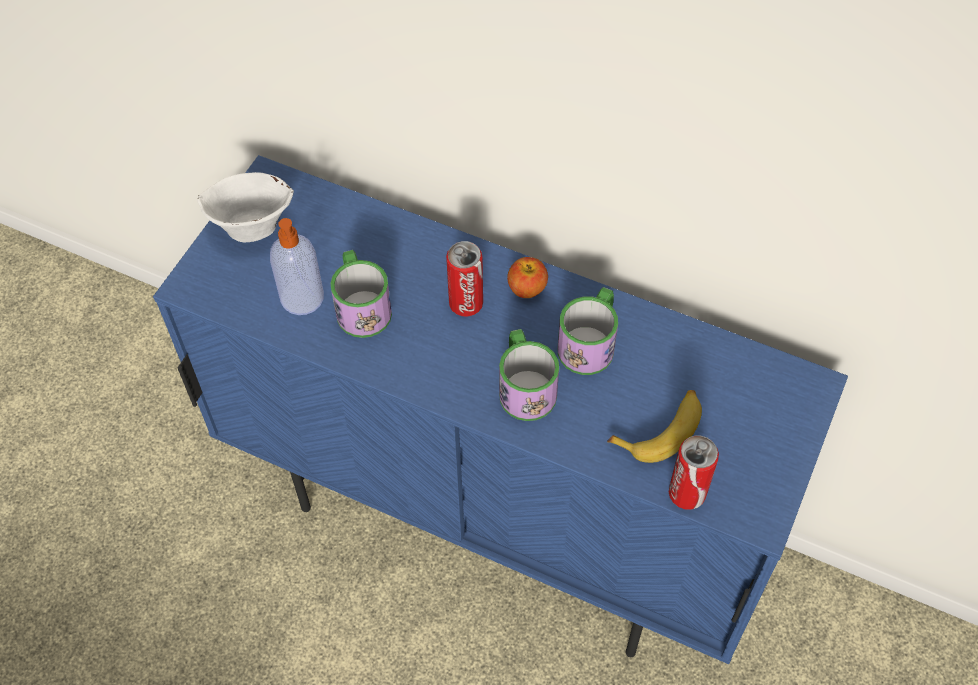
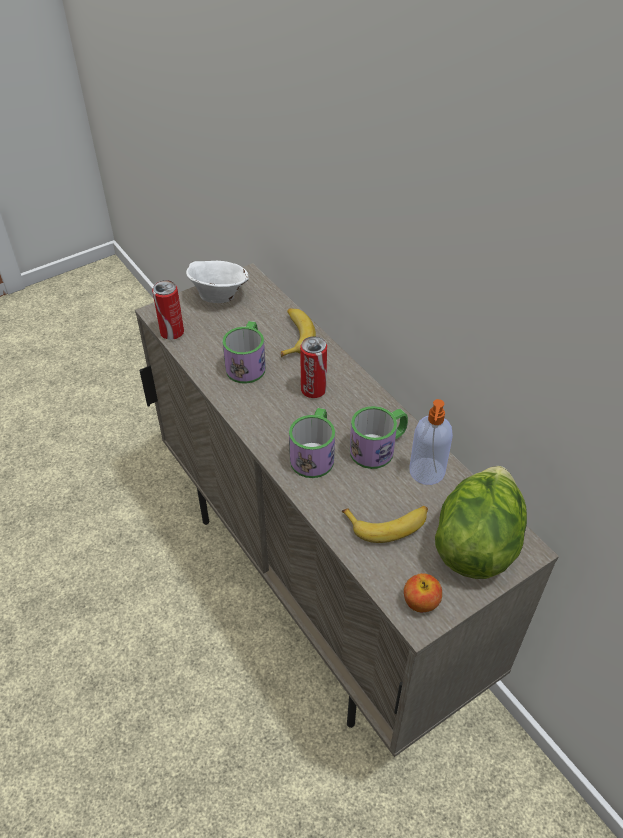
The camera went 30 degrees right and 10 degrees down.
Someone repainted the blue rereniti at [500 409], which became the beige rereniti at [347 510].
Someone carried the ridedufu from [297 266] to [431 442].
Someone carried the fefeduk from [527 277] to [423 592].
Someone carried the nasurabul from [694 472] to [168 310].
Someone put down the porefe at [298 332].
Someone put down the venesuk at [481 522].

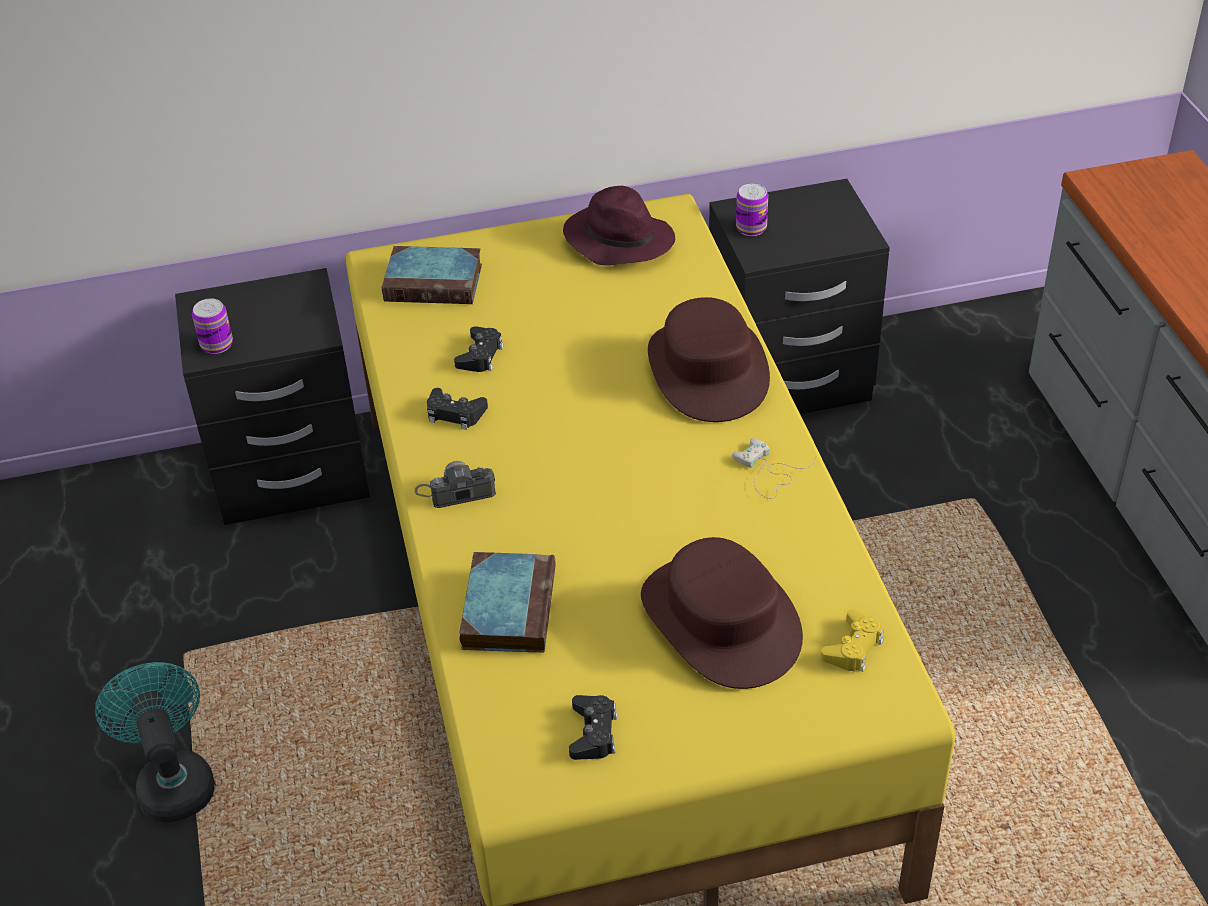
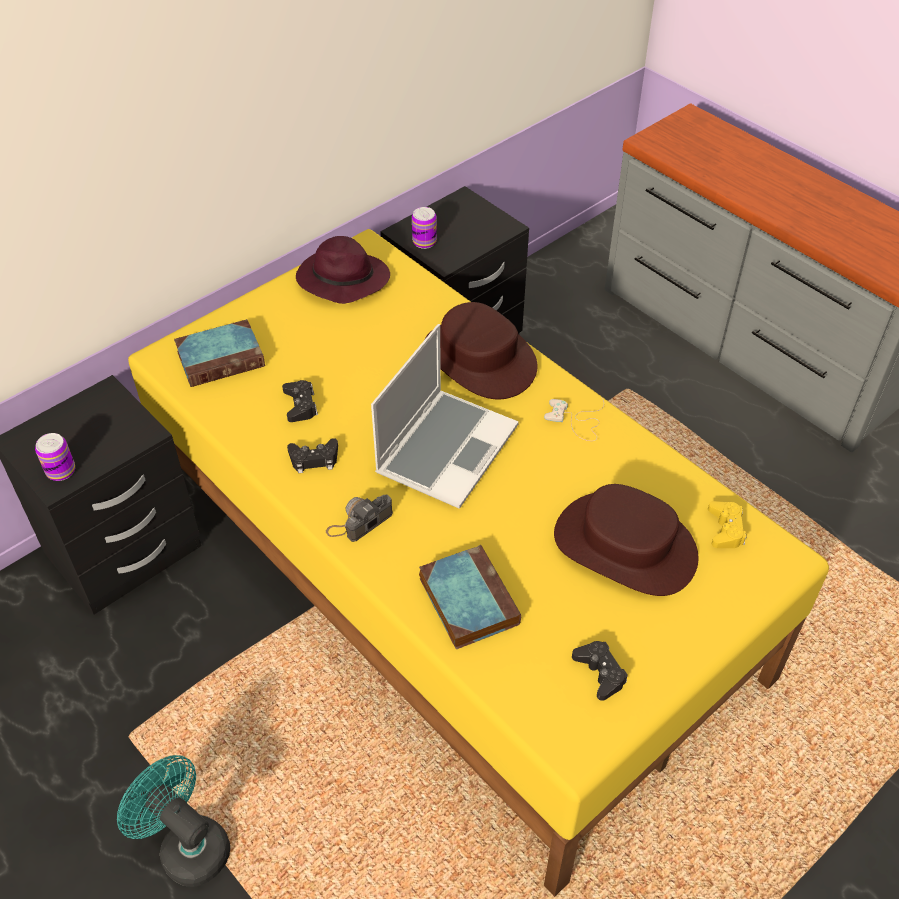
The camera went 30 degrees left and 5 degrees up.
Someone put down the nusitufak at [445 416].

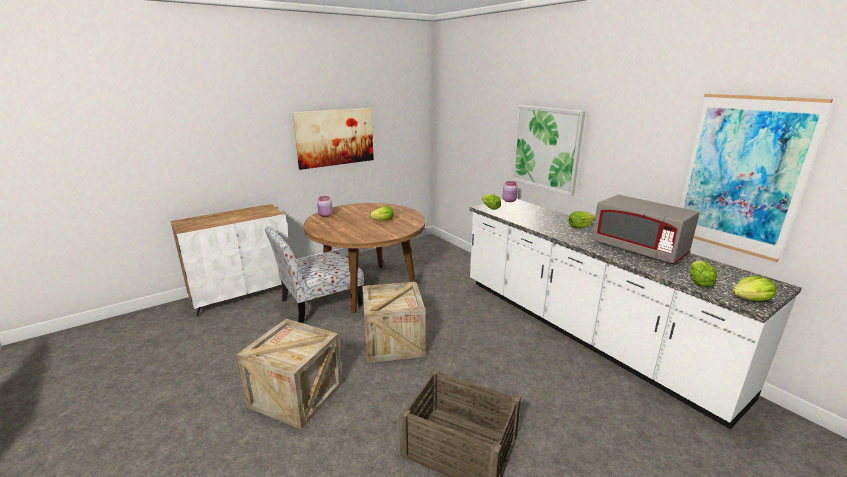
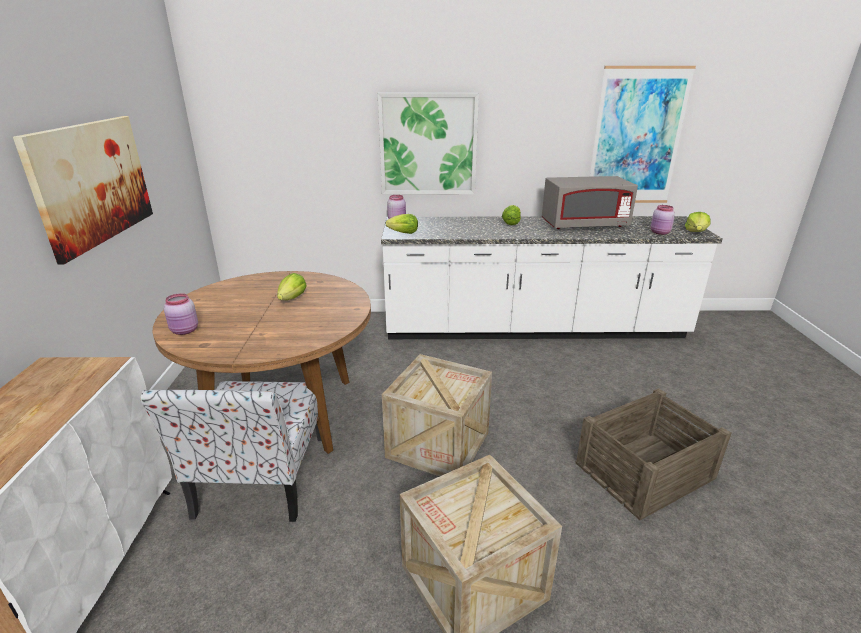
The camera went 55 degrees left and 5 degrees up.
Someone swapped the venesuk at [703 273] for the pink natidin at [663 220].

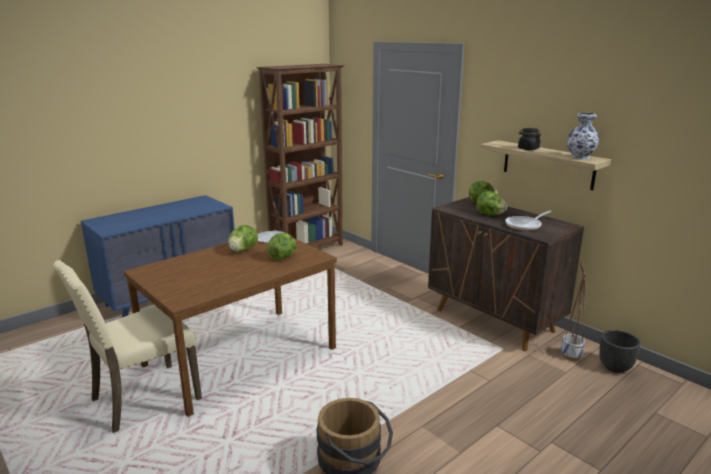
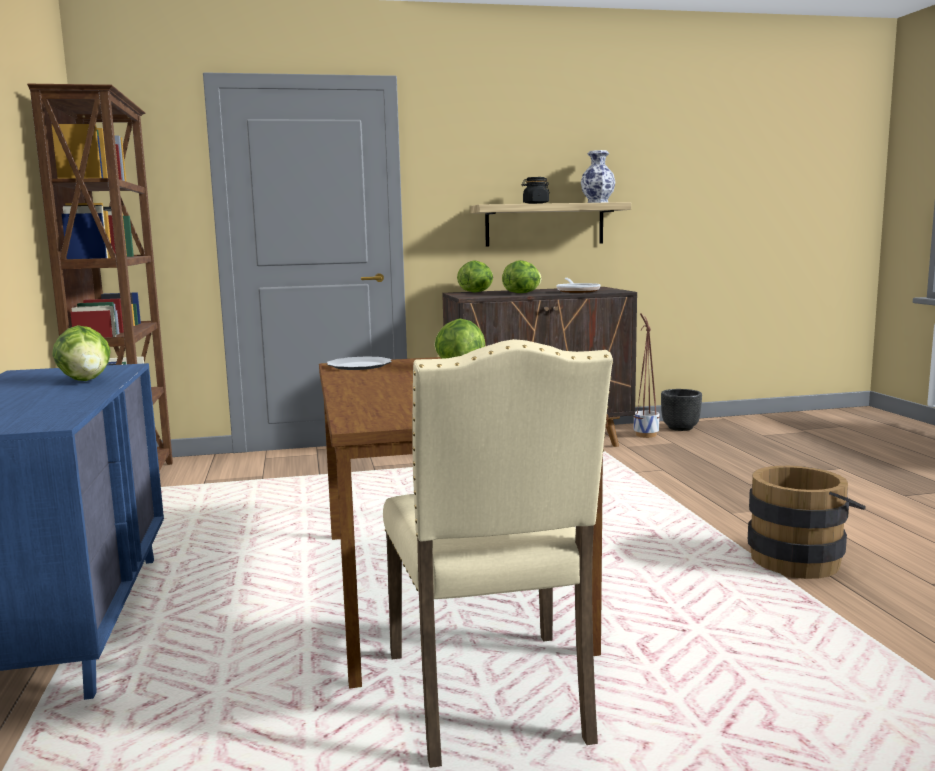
The camera went 60 degrees left and 10 degrees down.
Someone carried the venesuk from [243 238] to [81 353].

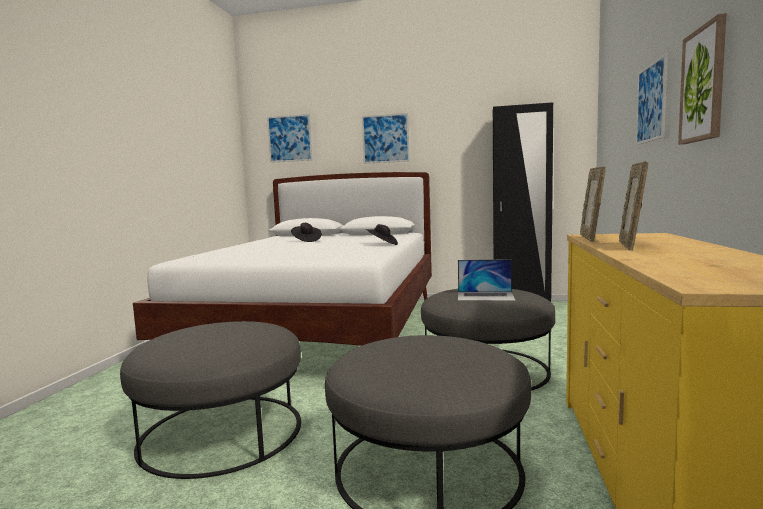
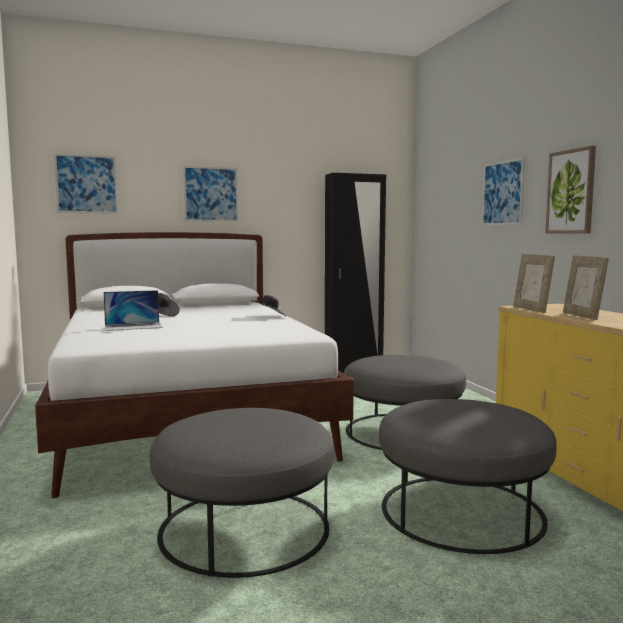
The camera went 30 degrees left and 0 degrees up.
Someone carried the nusitufak from [487 280] to [133 310].

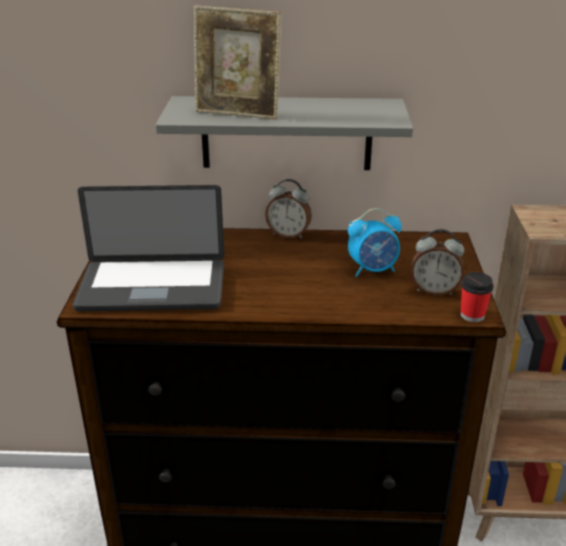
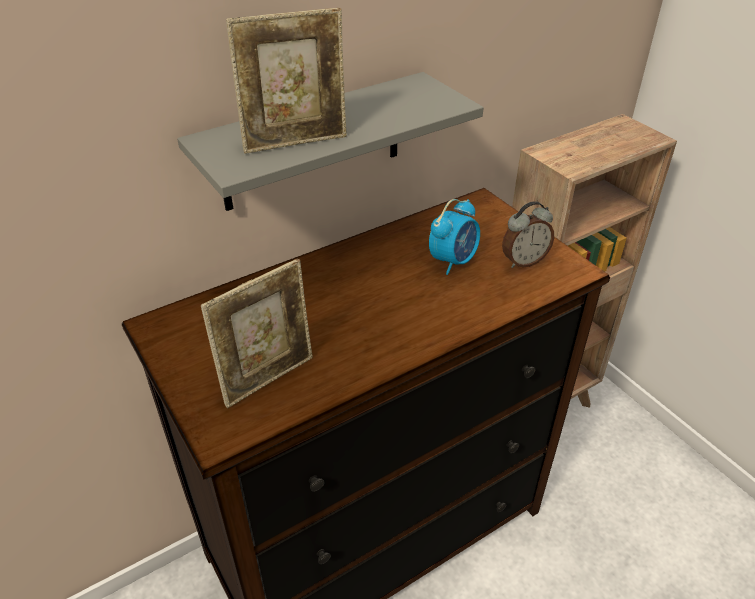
The camera went 35 degrees left and 10 degrees up.
Someone took away the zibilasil at [288 208].
Someone swapped the nusitufak at [148 248] for the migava at [257 333].
Someone took away the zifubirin at [477 297].

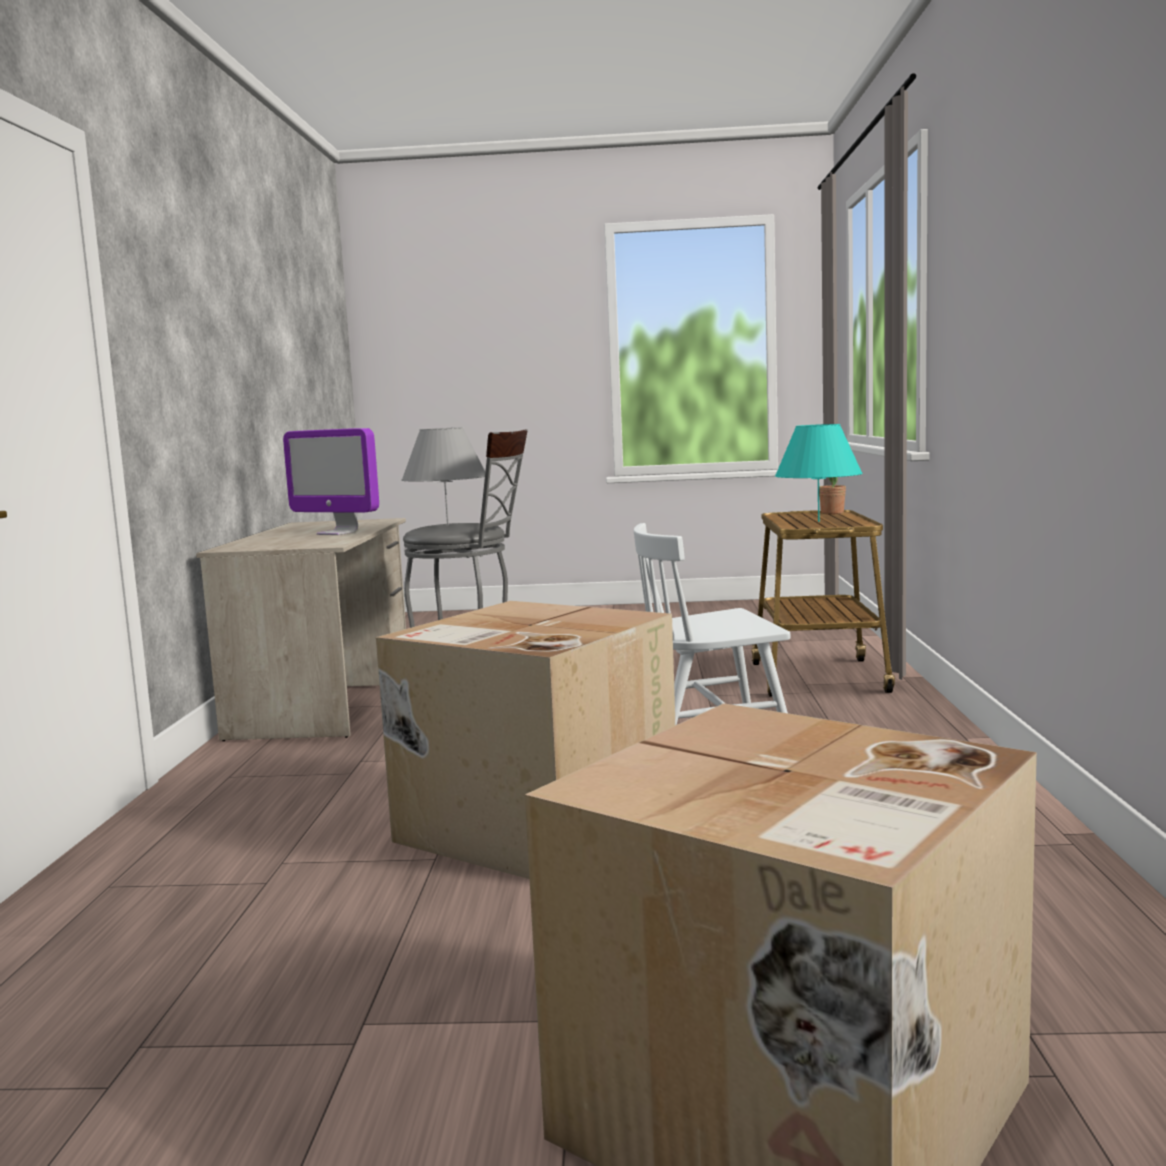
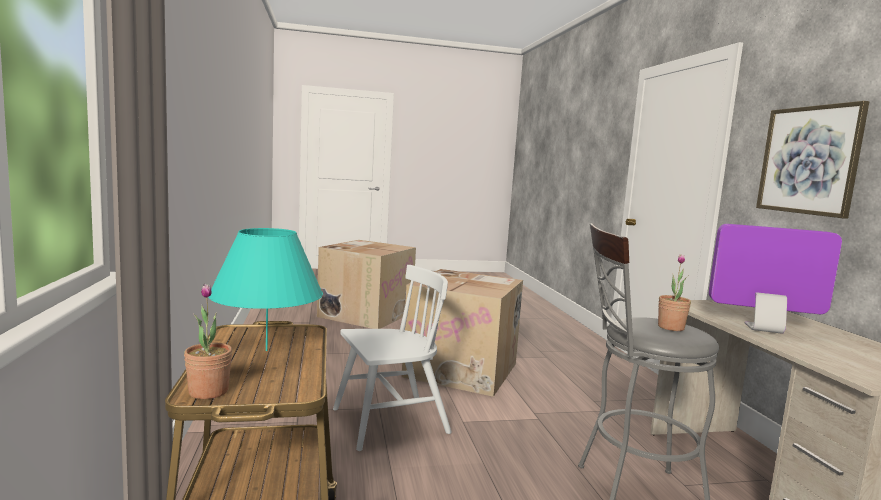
The camera went 165 degrees right and 0 degrees up.
Someone swapped the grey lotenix at [443 476] for the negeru at [674 292].
Someone put up the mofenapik at [812 160].

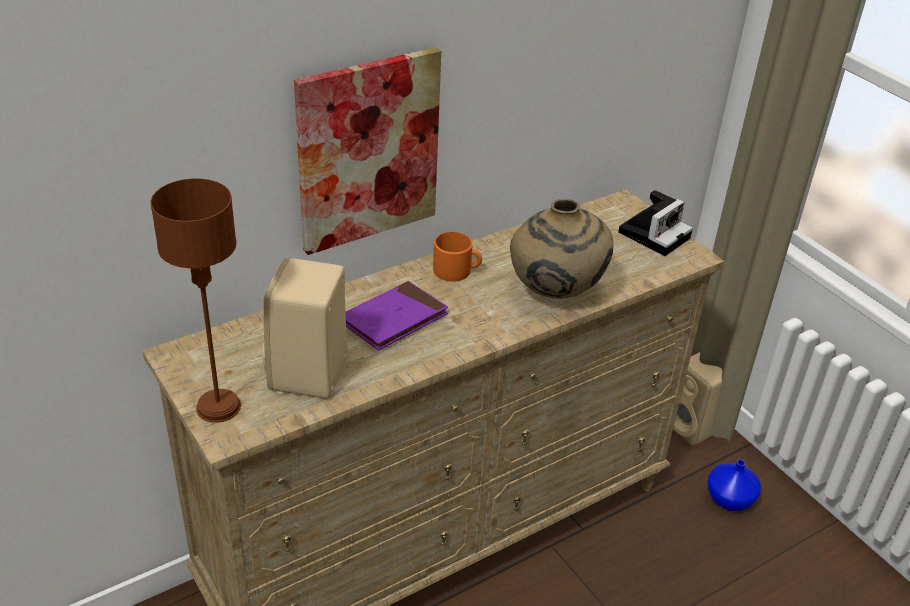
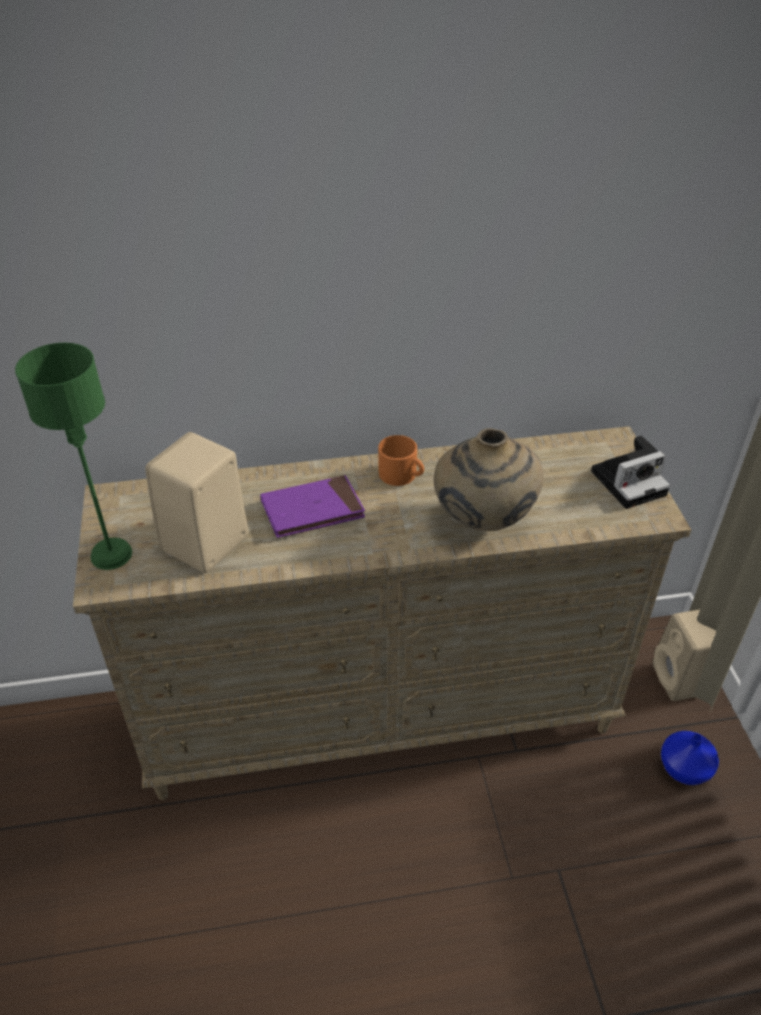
The camera went 25 degrees right and 5 degrees up.
Someone took away the mofenapik at [367 151].
Someone repainted the brown lotenix at [195 301], which became the green lotenix at [73 456].

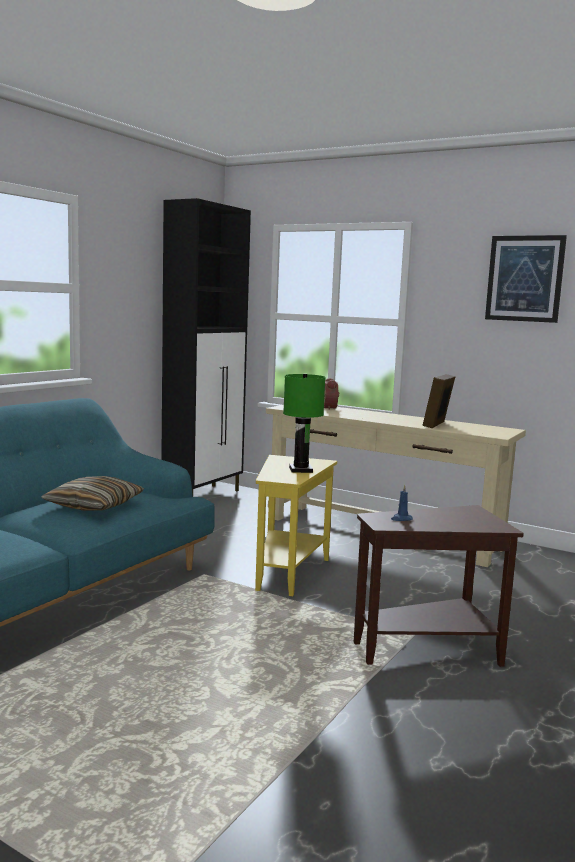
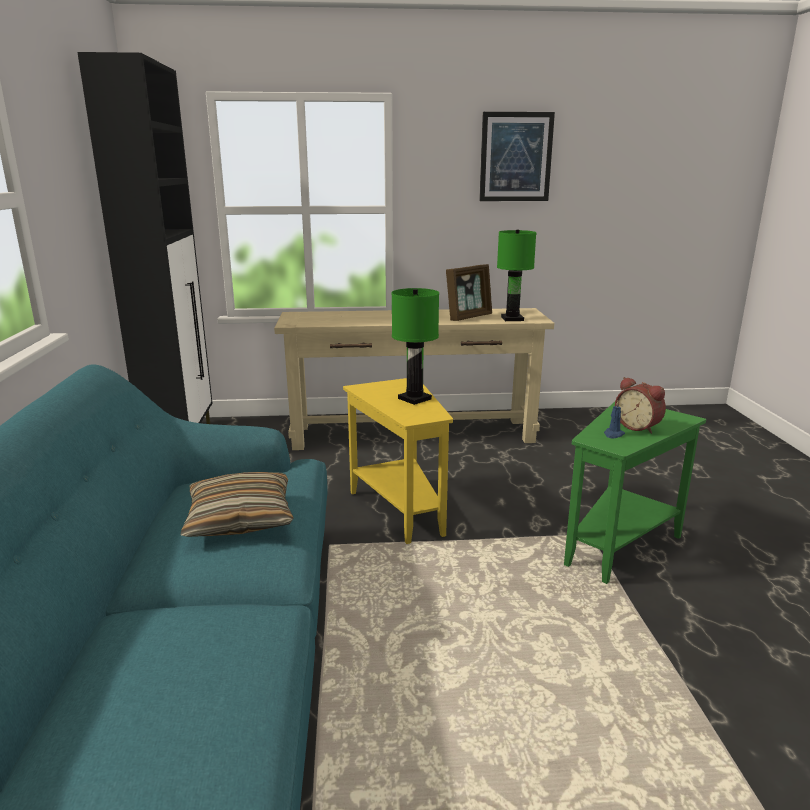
The camera went 35 degrees left and 10 degrees up.
Someone rotated the migava at [439 401] by 120 degrees counterclockwise.
Someone carried the zibilasil from [332 394] to [640 405].
Someone repainted the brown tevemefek at [439 586], which became the green tevemefek at [635 493].
Someone put down the green lotenix at [516 275].

